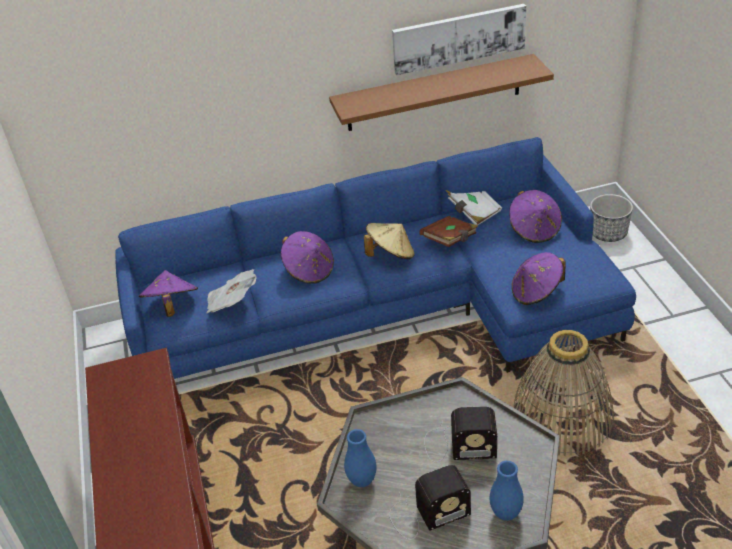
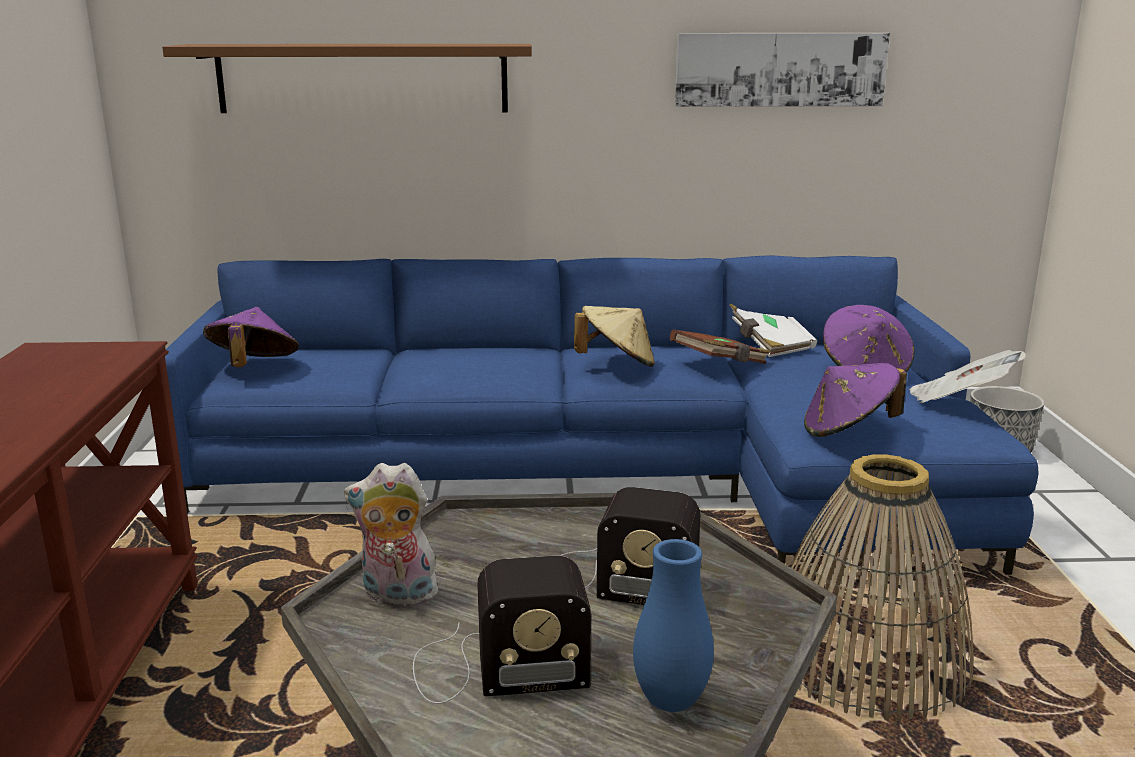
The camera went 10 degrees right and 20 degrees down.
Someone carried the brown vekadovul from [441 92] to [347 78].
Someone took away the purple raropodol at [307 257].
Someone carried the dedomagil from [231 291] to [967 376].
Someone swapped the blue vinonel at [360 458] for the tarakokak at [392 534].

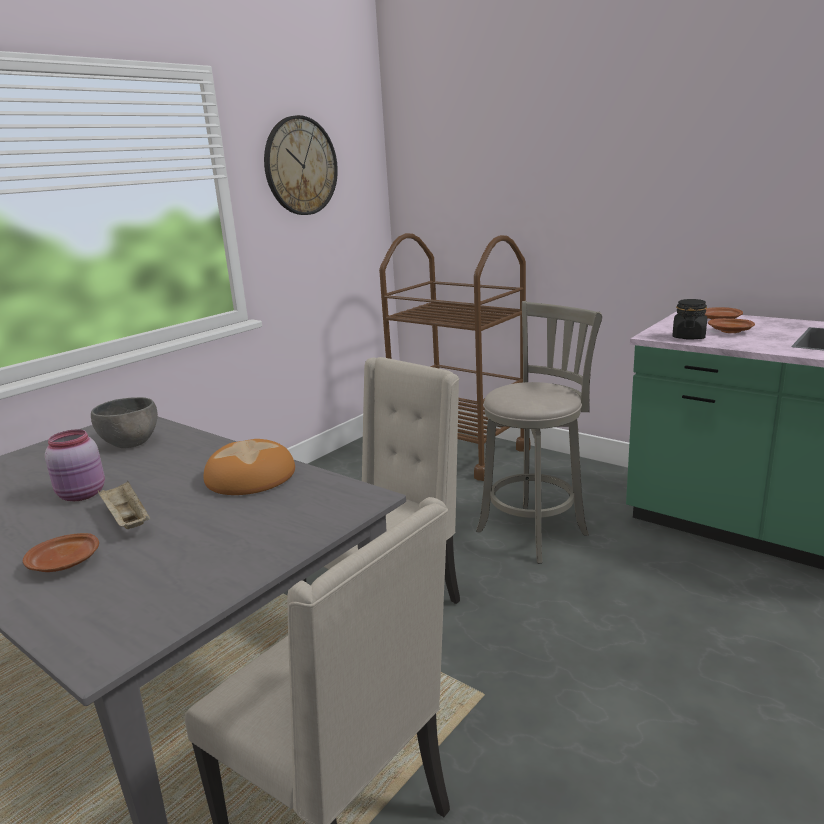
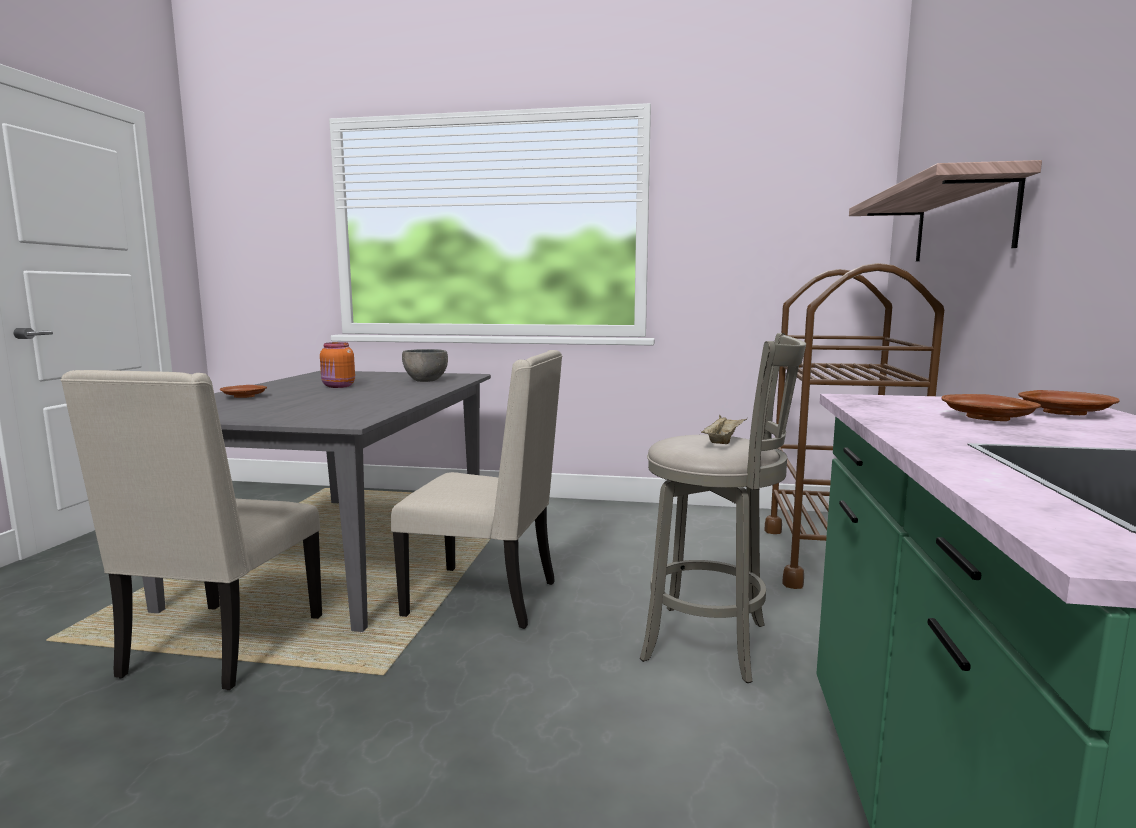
The camera went 60 degrees right and 10 degrees down.
Someone took away the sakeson at [301 165].
Someone took away the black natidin at [689 319].
Someone repainted the pink natidin at [75 465], which became the orange natidin at [337 365].
Someone took away the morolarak at [249 467].
Someone carried the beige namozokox from [123 505] to [724 429].
Someone put up the vekadovul at [945 210].

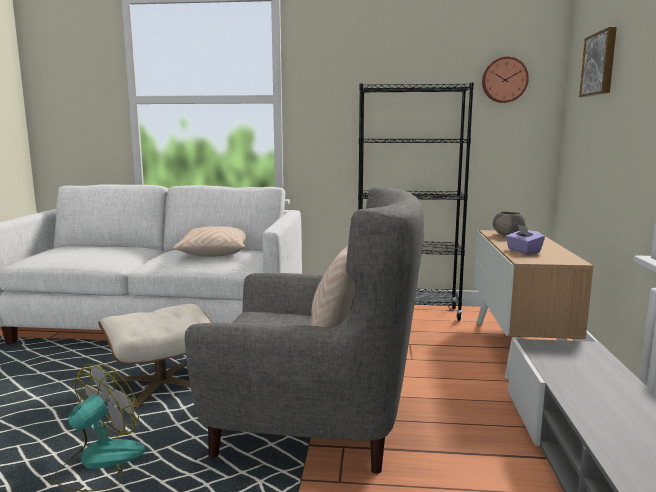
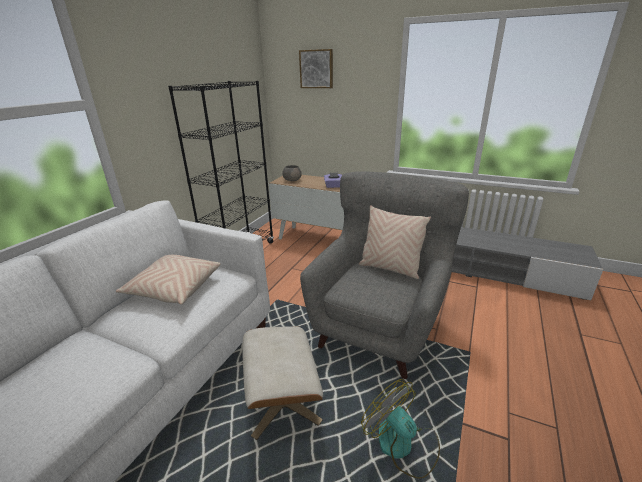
The camera went 70 degrees left and 15 degrees up.
Someone took away the sakeson at [505 79].

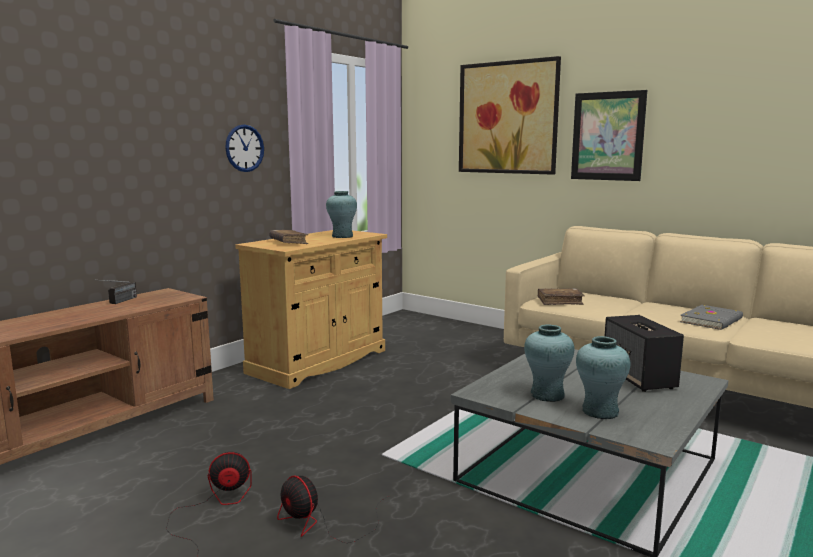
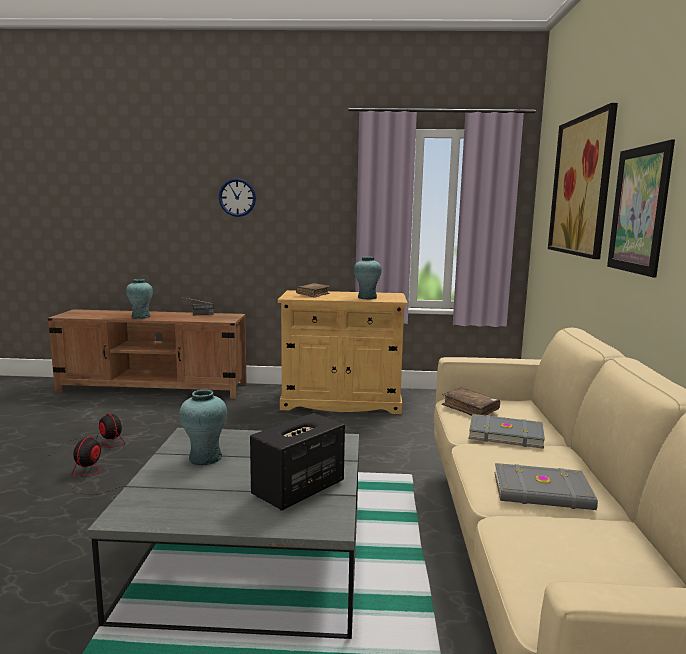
The camera went 55 degrees right and 0 degrees up.
Someone carried the sakeson from [244 148] to [237 197].
Someone carried the turquoise vinonel from [603 377] to [139 299].
Someone put down the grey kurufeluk at [507 431].

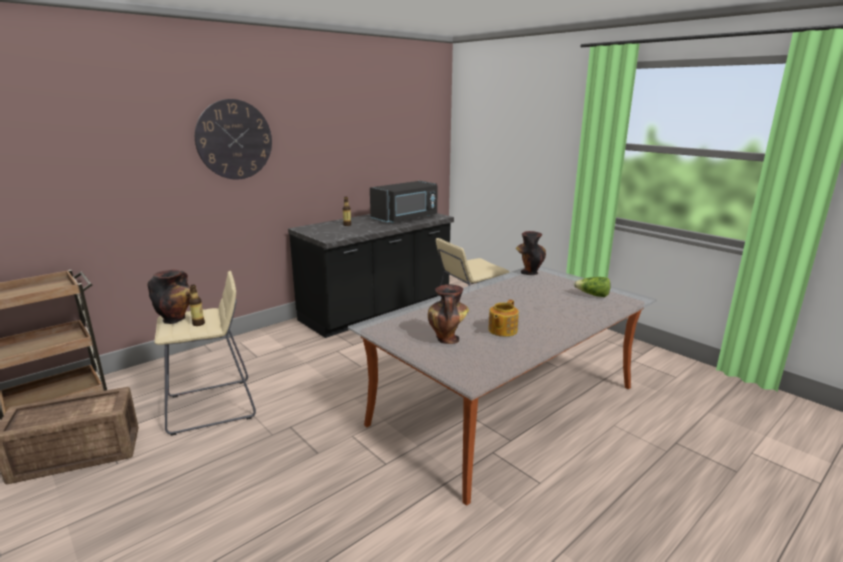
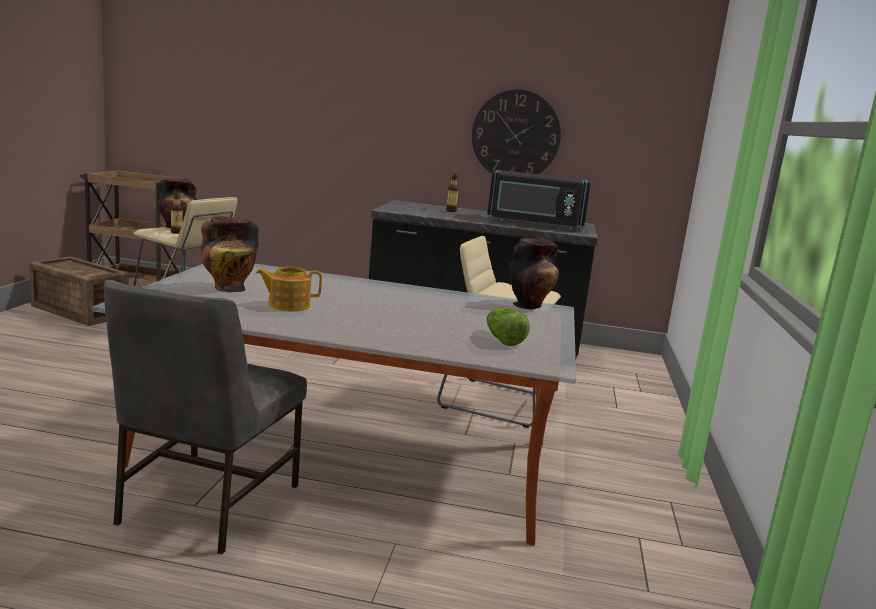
The camera went 50 degrees right and 5 degrees down.
Someone carried the sakeson from [233 139] to [516 131].
Someone put down the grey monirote at [205 417].

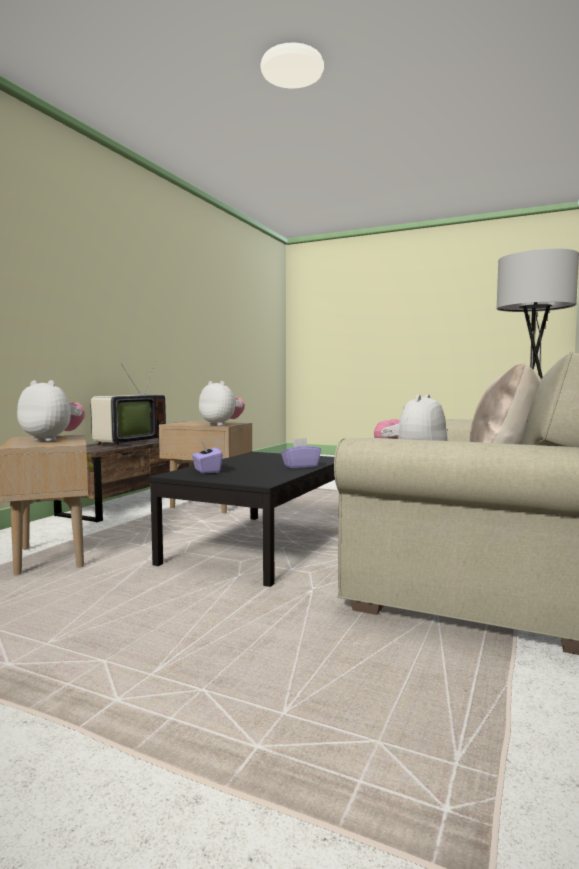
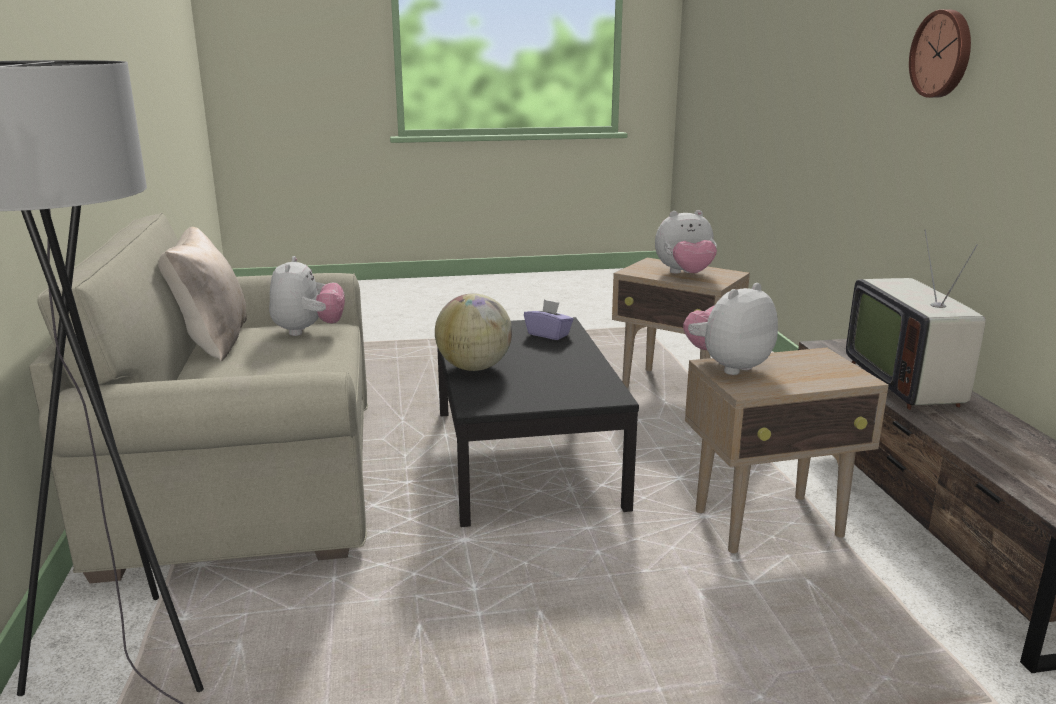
The camera went 145 degrees right and 15 degrees up.
Someone rotated the tarakokak at [222 403] by 135 degrees clockwise.
Someone swapped the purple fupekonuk at [301 453] for the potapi at [473 332].
Someone put up the sakeson at [940 53].

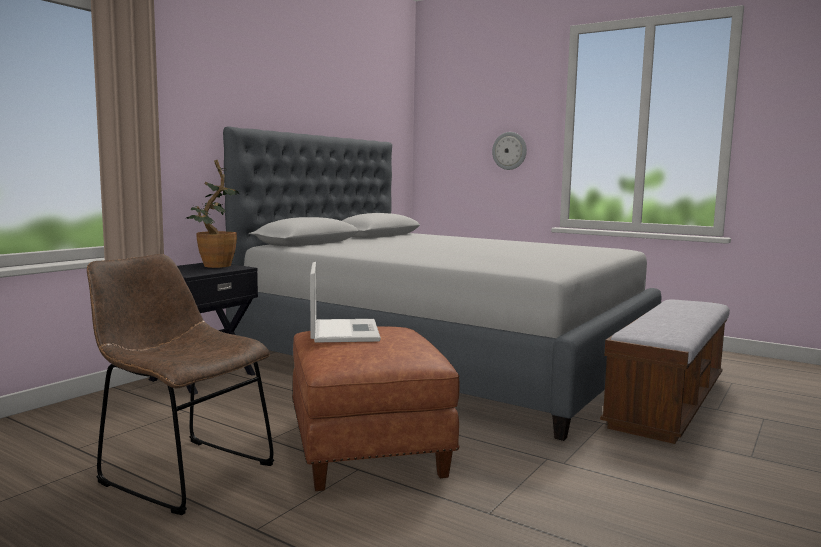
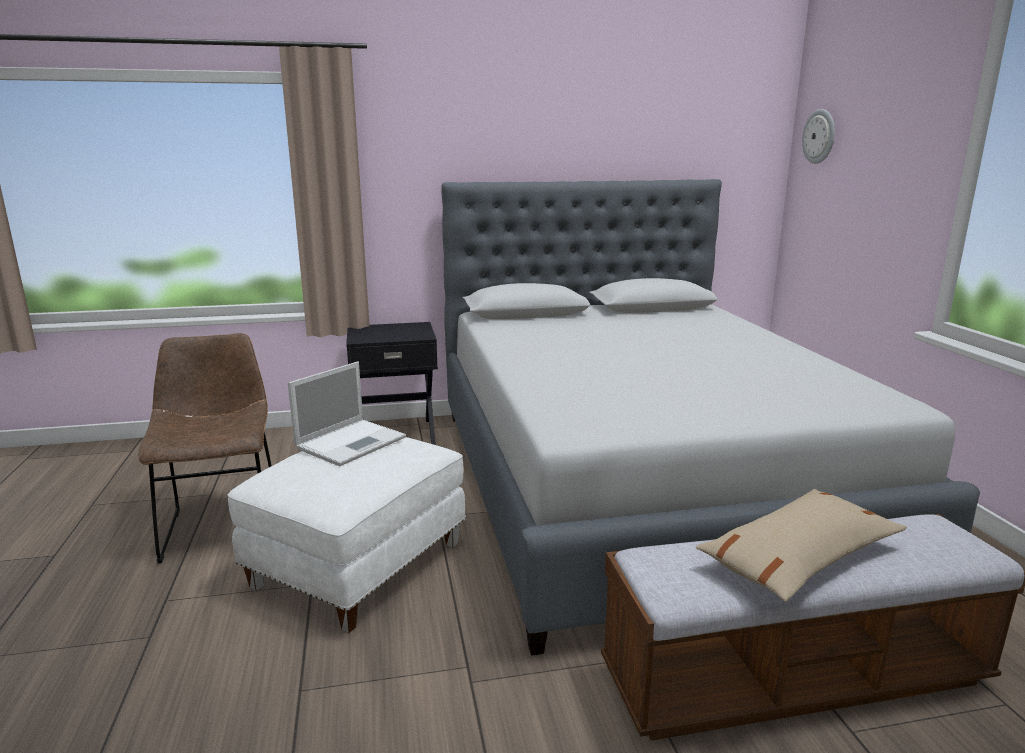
The camera went 45 degrees right and 10 degrees up.
Someone carried the sakeson from [509 151] to [818 136].
Someone took away the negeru at [212 214].
Someone repainted the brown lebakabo at [376 409], which became the white lebakabo at [347 535].
Someone put down the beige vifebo at [801 545].

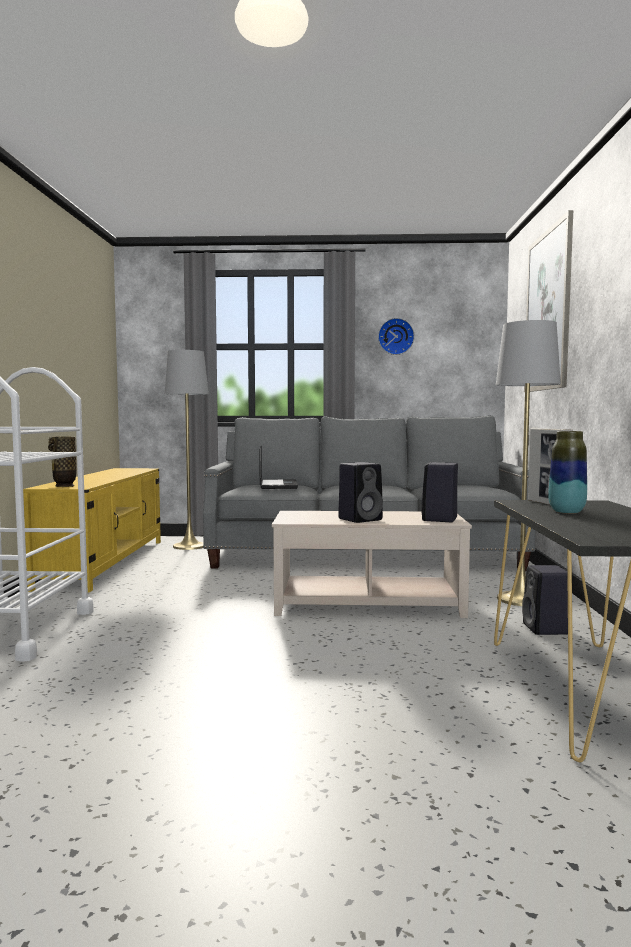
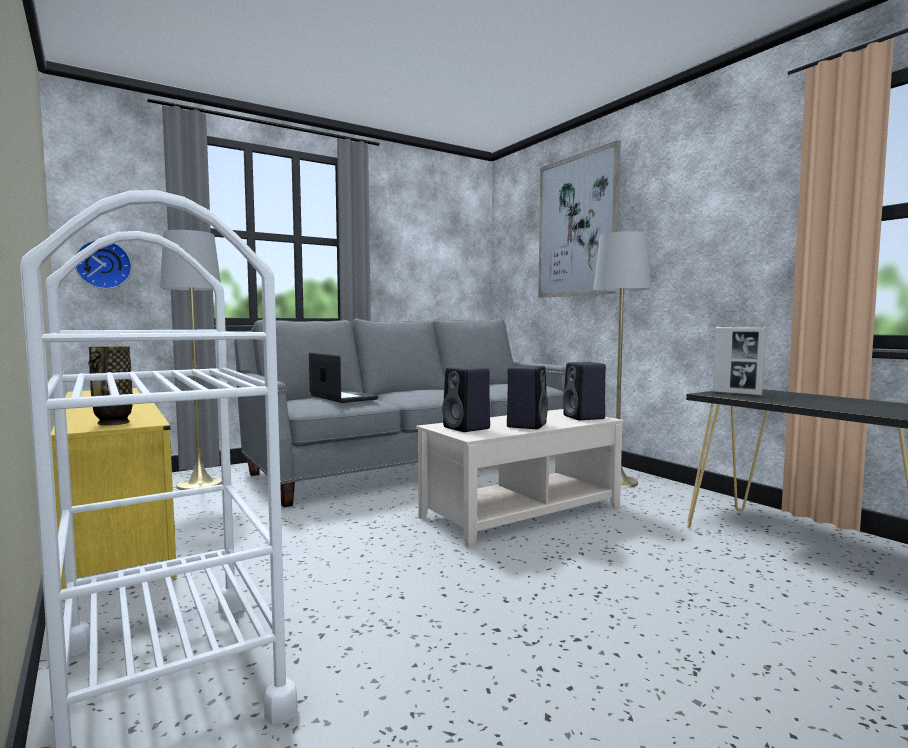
The camera went 35 degrees left and 0 degrees up.
Someone carried the sakeson from [396 336] to [103 264].
Someone took away the vinonel at [567 472].
Someone carried the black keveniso from [545 600] to [466 399].

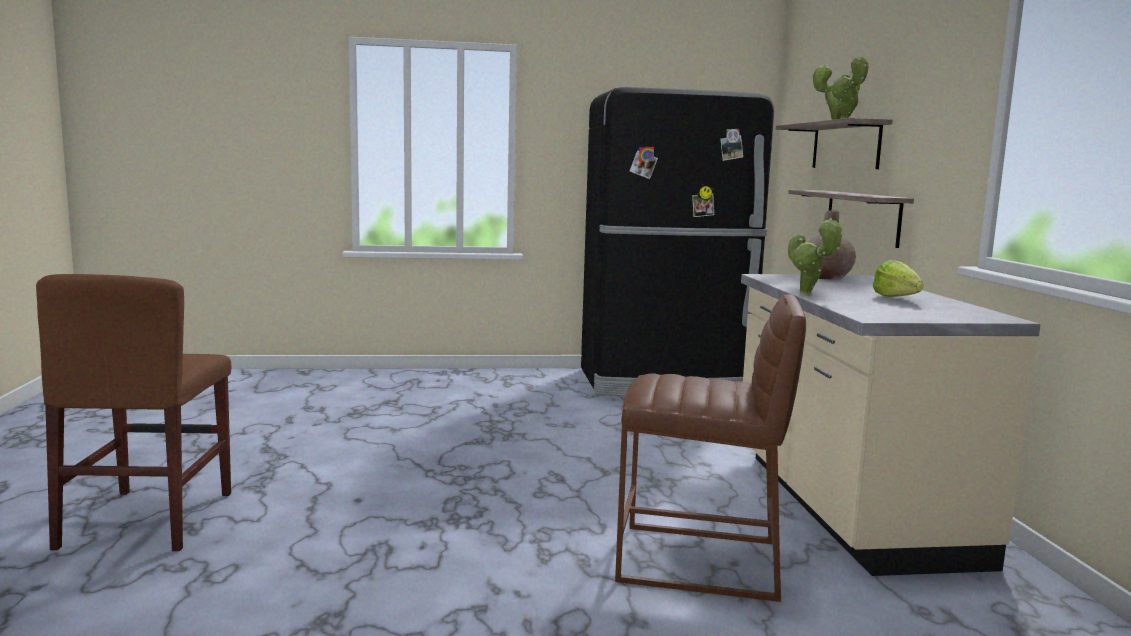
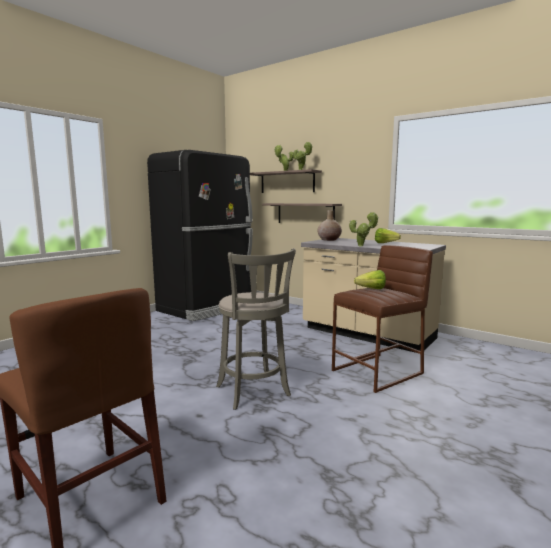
The camera went 45 degrees left and 0 degrees up.
Someone put down the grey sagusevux at [256 329].
Someone put down the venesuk at [370 279].

